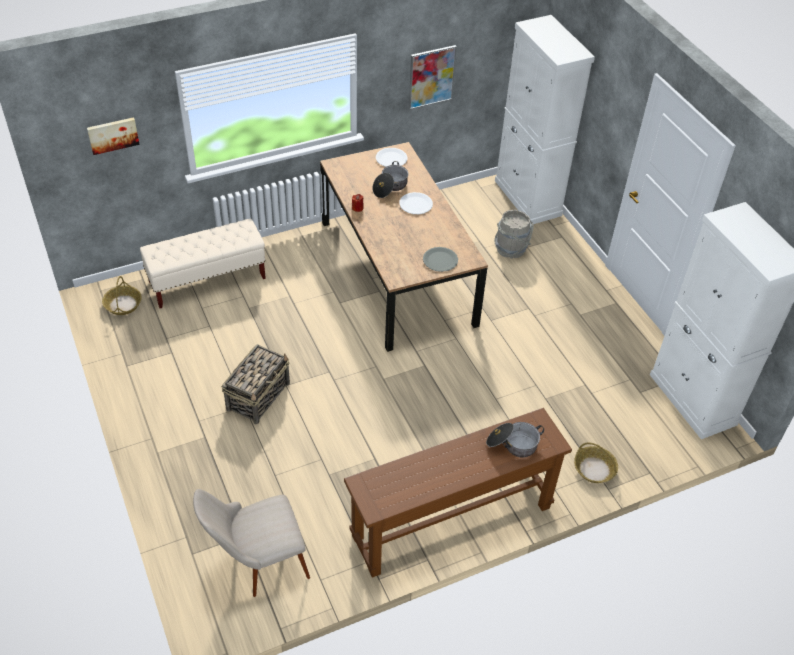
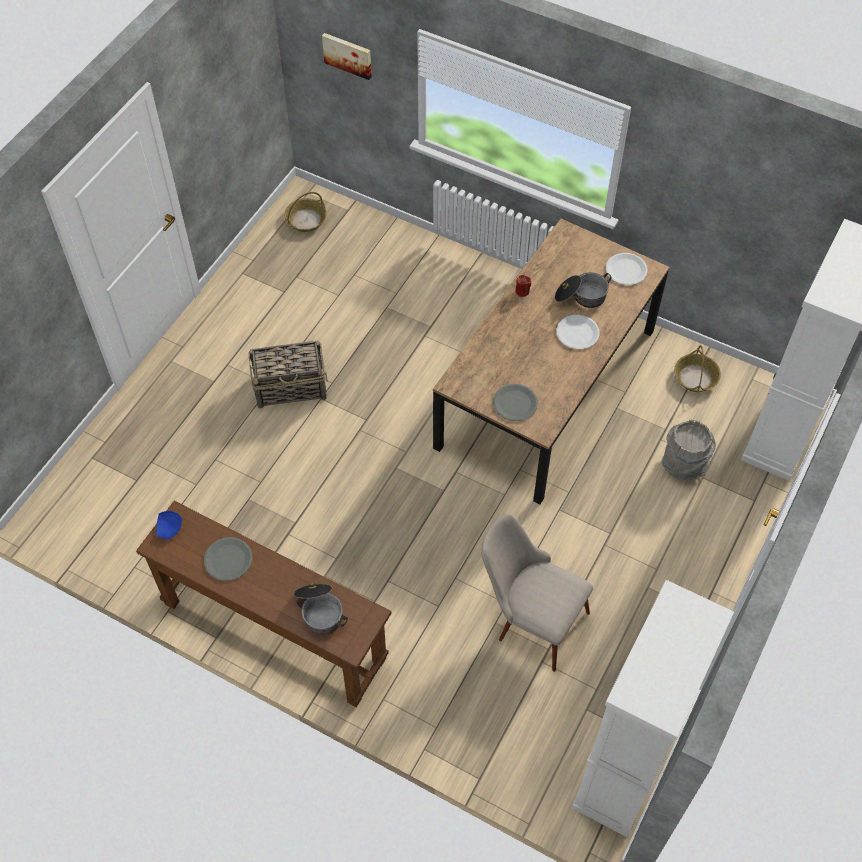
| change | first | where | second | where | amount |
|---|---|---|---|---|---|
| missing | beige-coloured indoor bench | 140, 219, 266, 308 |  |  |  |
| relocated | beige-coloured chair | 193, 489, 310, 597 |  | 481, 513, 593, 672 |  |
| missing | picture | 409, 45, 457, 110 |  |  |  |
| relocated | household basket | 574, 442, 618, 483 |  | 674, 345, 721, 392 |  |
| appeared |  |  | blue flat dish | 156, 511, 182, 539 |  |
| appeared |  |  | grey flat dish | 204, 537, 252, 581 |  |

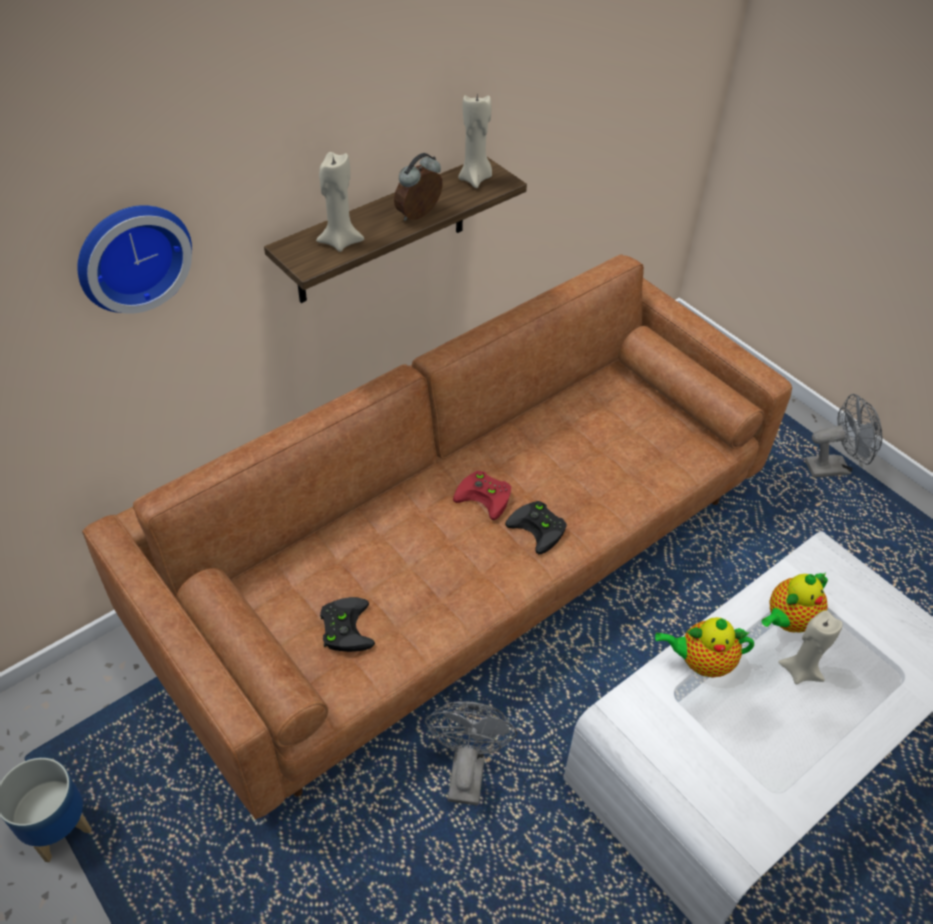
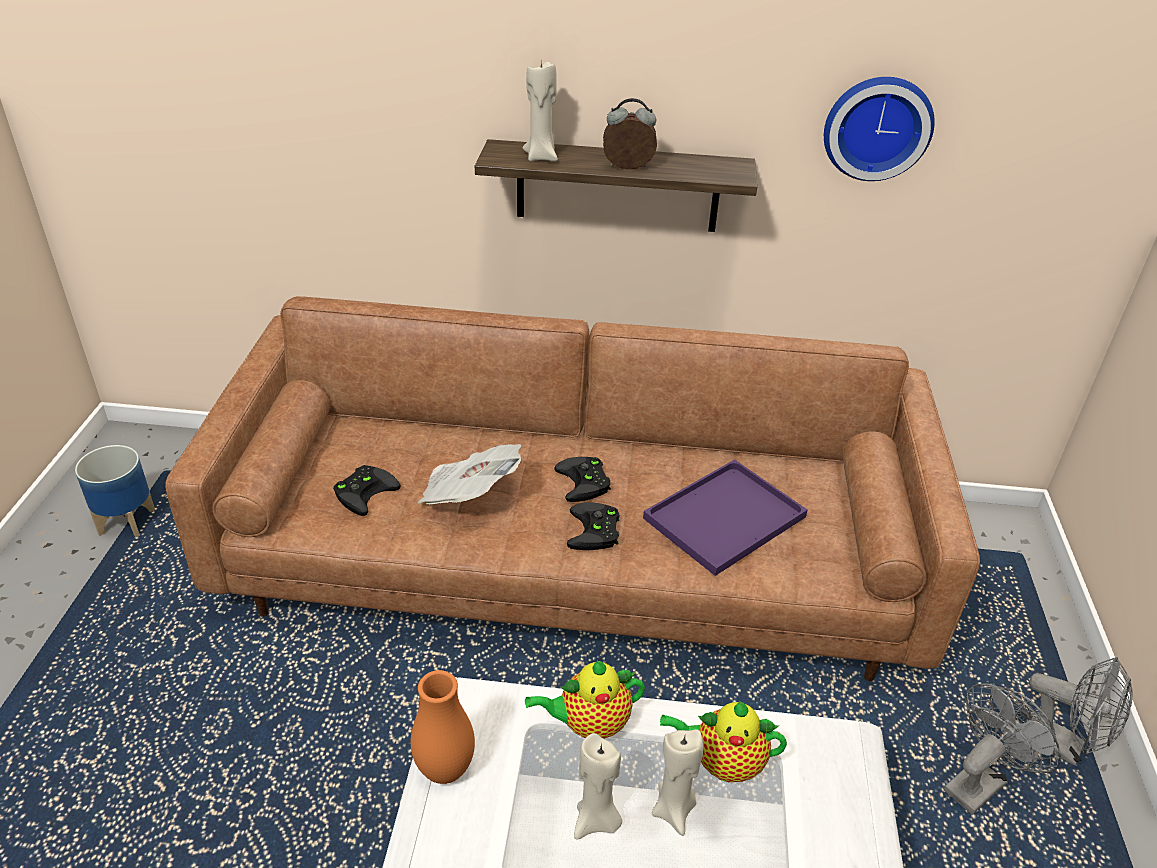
| change | first | where | second | where | amount |
|---|---|---|---|---|---|
| relocated | clock on the wall | 77, 205, 192, 314 |  | 824, 77, 935, 181 |  |
| relocated | grey cooling fan | 425, 701, 518, 805 |  | 943, 684, 1061, 815 |  |
| colour | red game controller | 453, 471, 511, 520 | blackish game controller | 554, 457, 611, 502 |  |
| relocated | beige-coloured wax candle | 458, 92, 492, 188 |  | 574, 733, 622, 840 |  |
| spun | tea pot | 655, 617, 754, 677 |  | 525, 661, 645, 739 | 60 degrees counterclockwise |
| appeared |  |  | orange decorative vase | 411, 670, 475, 784 |  |
| appeared |  |  | newspaper | 418, 444, 522, 504 |  |
| appeared |  |  | purplish carrying tray | 643, 459, 807, 576 |  |

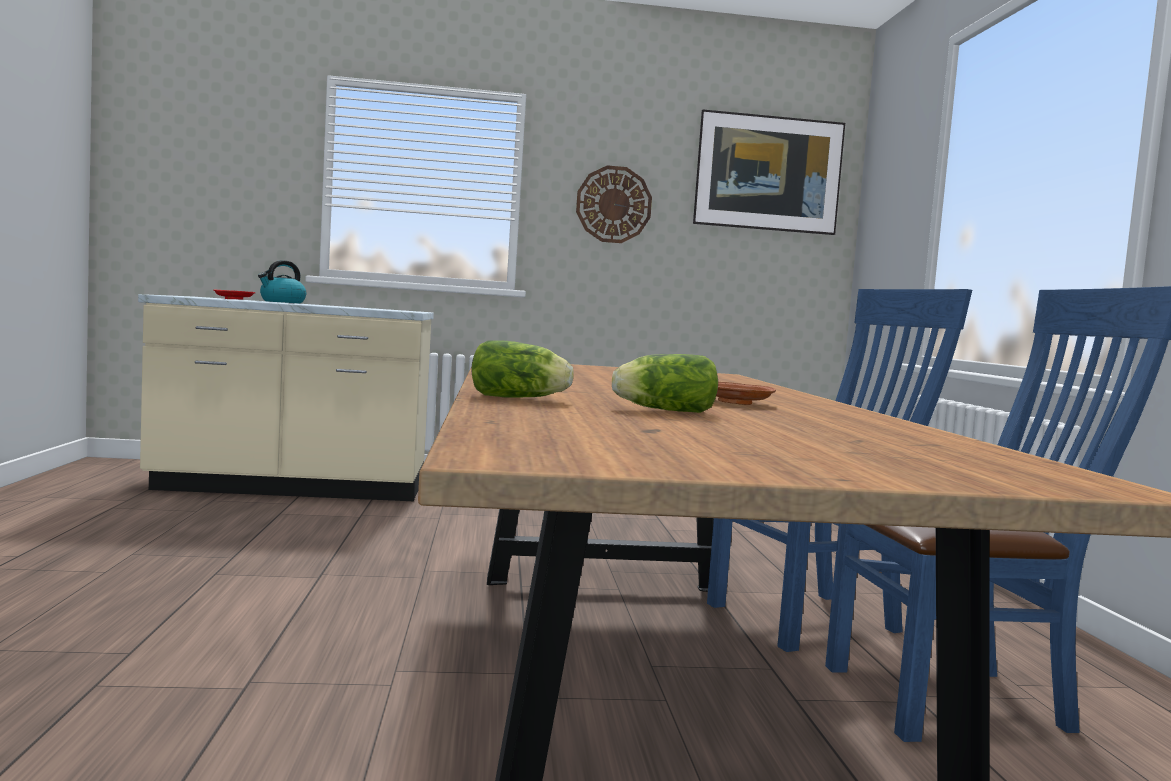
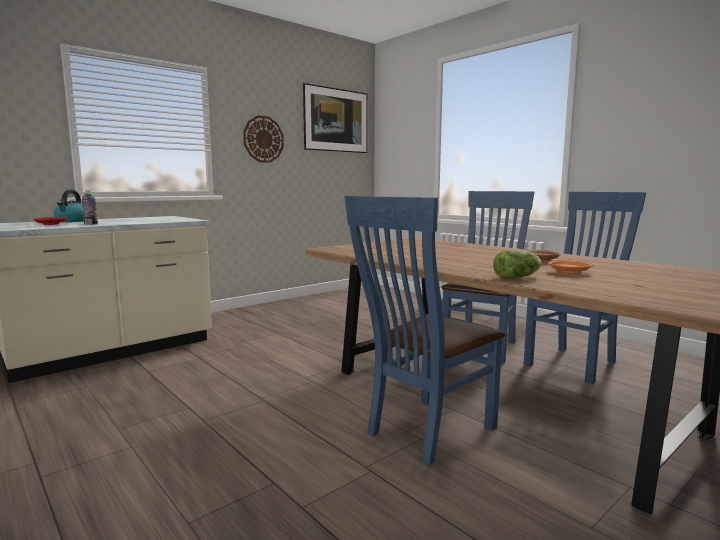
| change | first | where | second | where | amount |
|---|---|---|---|---|---|
| exchanged | head of lettuce | 612, 354, 718, 413 | orange flat dish | 548, 260, 593, 273 |  |
| appeared |  |  | drink bottle | 82, 190, 98, 225 |  |
| appeared |  |  | blue chair | 344, 195, 505, 465 |  |

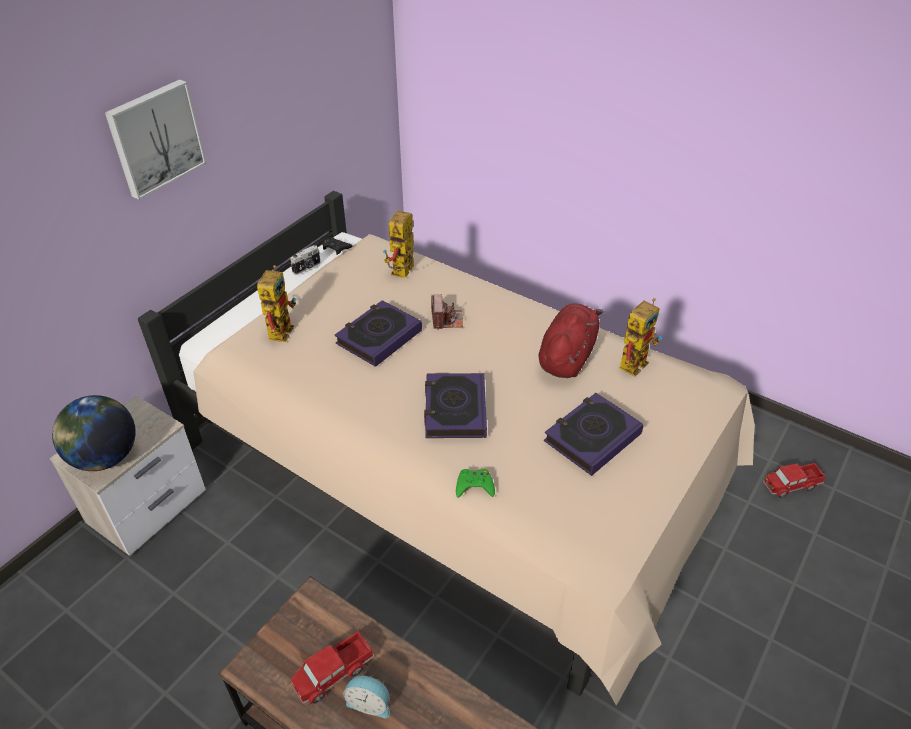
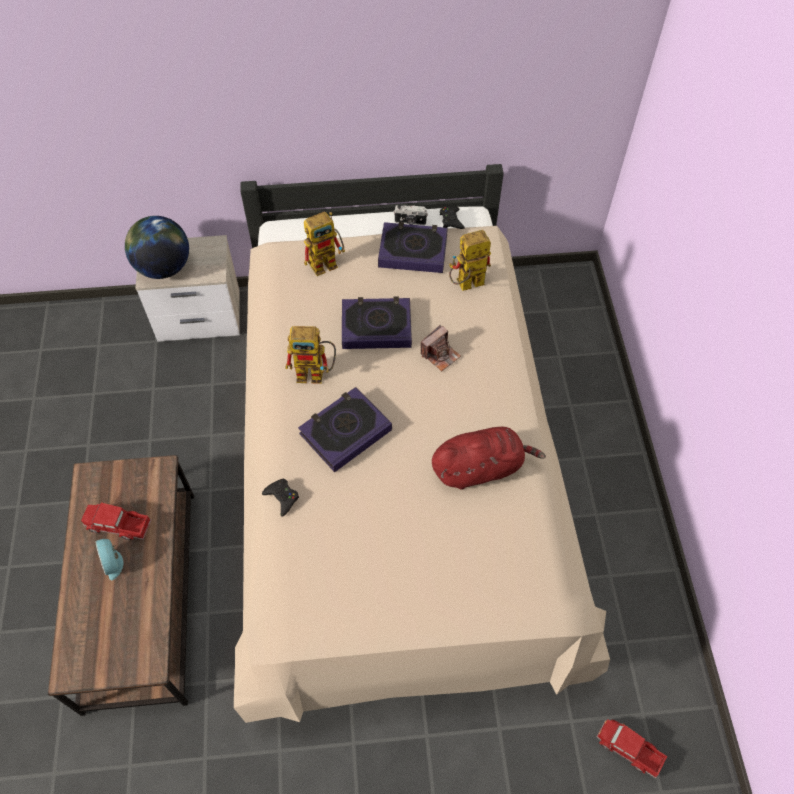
| change | first | where | second | where | amount |
|---|---|---|---|---|---|
| missing | picture | 105, 79, 207, 200 |  |  |  |
| colour | green-coloured game controller | 456, 469, 495, 498 | blackish game controller | 262, 479, 299, 517 |  |
| relocated | bound book | 544, 393, 644, 476 |  | 378, 222, 448, 273 |  |
| relocated | robot figure | 620, 298, 662, 376 |  | 285, 326, 336, 384 |  |

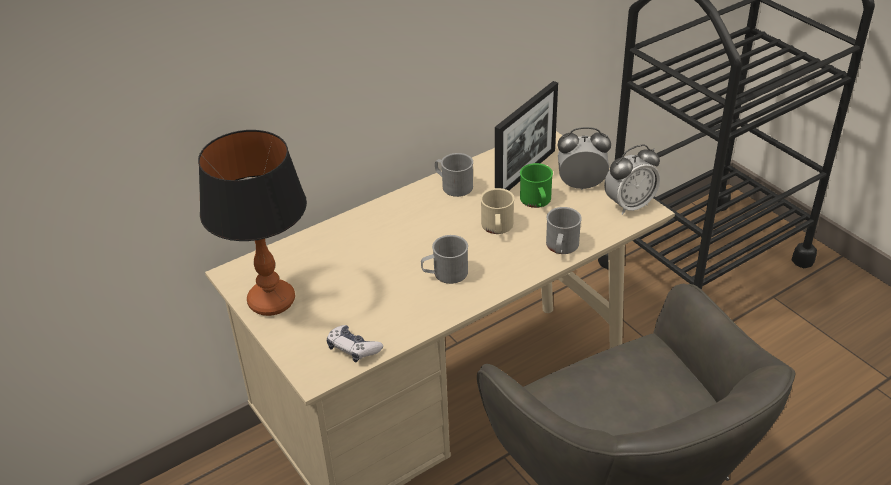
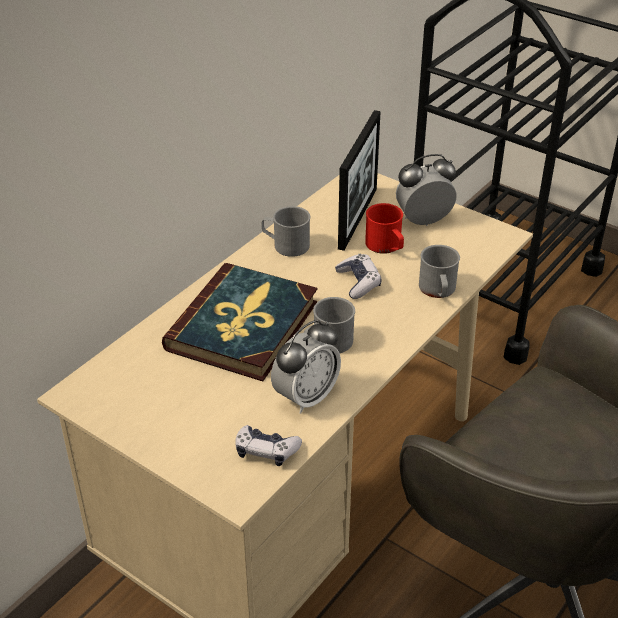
| change | first | where | second | where | amount |
|---|---|---|---|---|---|
| missing | lamp for a table | 198, 130, 307, 316 |  |  |  |
| exchanged | beige-coloured tea mug | 480, 188, 514, 234 | game controller | 335, 254, 381, 299 |  |
| colour | green-coloured tea mug | 520, 163, 553, 208 | red tea mug | 365, 203, 404, 254 |  |
| relocated | alarm clock | 604, 145, 660, 215 |  | 271, 320, 341, 414 |  |
| appeared |  |  | bound book | 162, 263, 317, 381 |  |

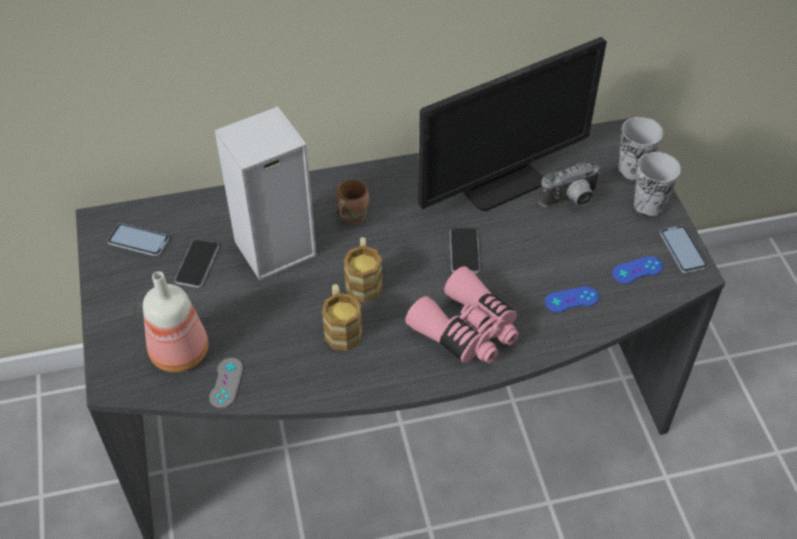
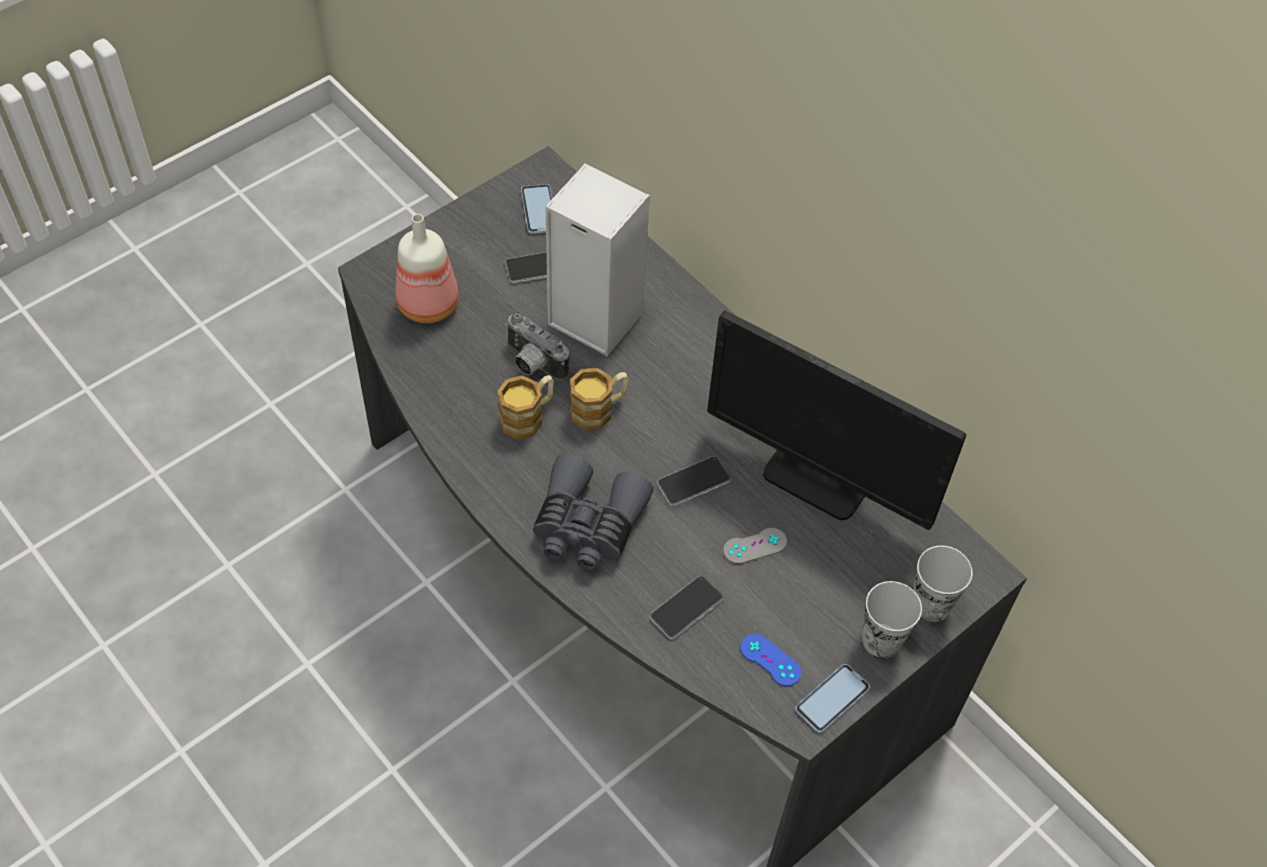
| change | first | where | second | where | amount |
|---|---|---|---|---|---|
| relocated | grey game controller | 209, 358, 243, 408 |  | 723, 528, 787, 564 |  |
| missing | brown-coloured tea mug | 336, 179, 369, 224 |  |  |  |
| colour | pinkish field glasses | 405, 266, 519, 363 | grey field glasses | 533, 454, 653, 571 |  |
| relocated | still camera | 539, 162, 601, 207 |  | 506, 311, 570, 380 |  |
| exchanged | blue game controller | 545, 286, 599, 313 | phone | 649, 575, 724, 639 |  |

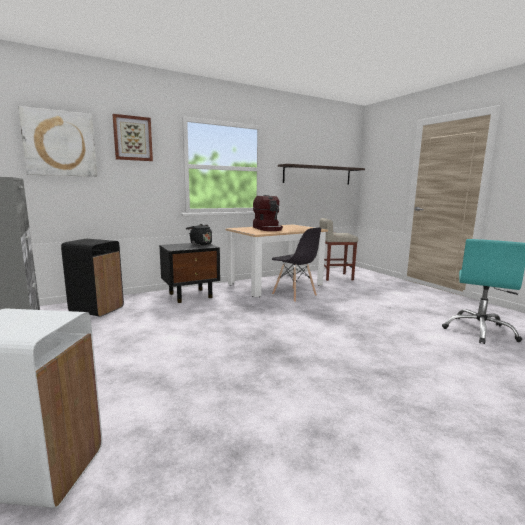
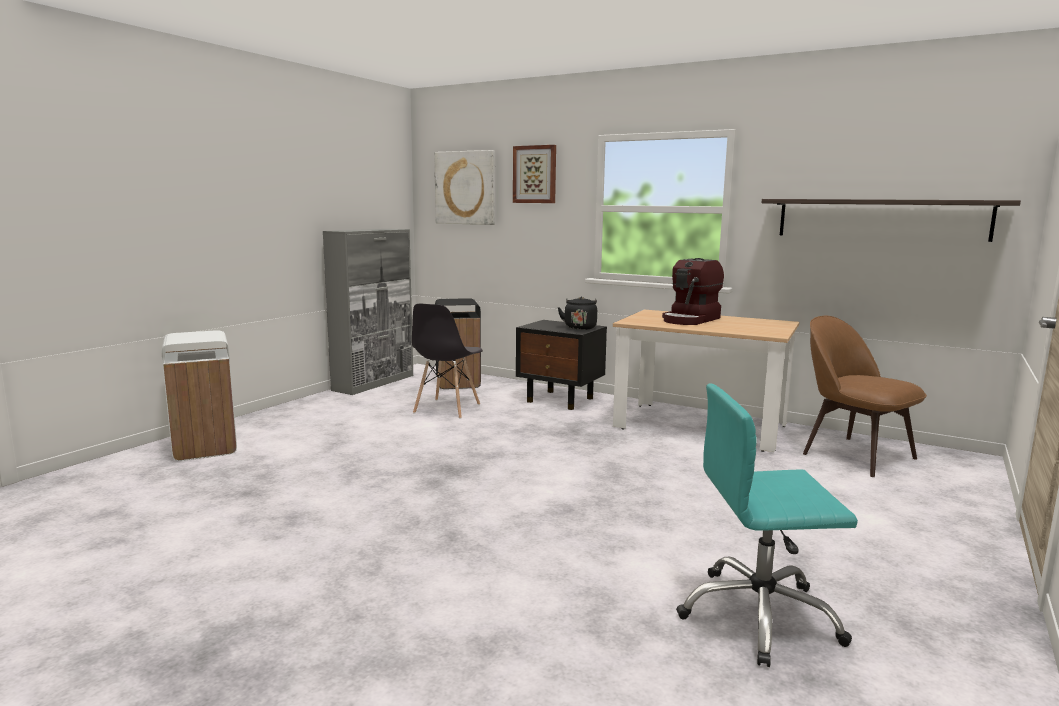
| change | first | where | second | where | amount |
|---|---|---|---|---|---|
| relocated | grey chair | 272, 228, 321, 302 |  | 412, 304, 483, 419 |  |
| exchanged | beige-coloured stool seat | 319, 218, 359, 281 | brown-coloured chair | 803, 316, 927, 477 |  |

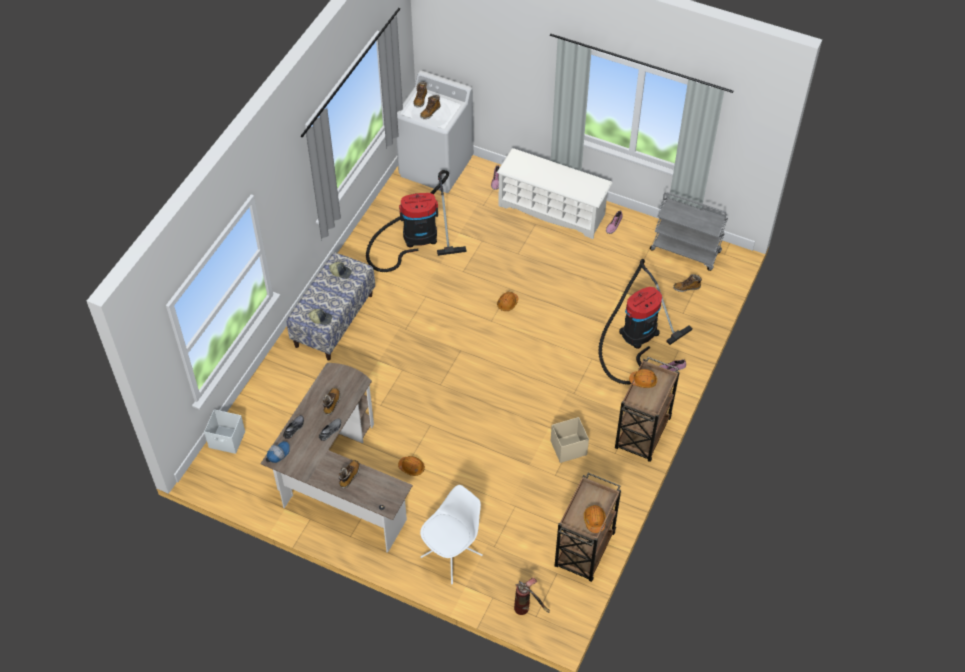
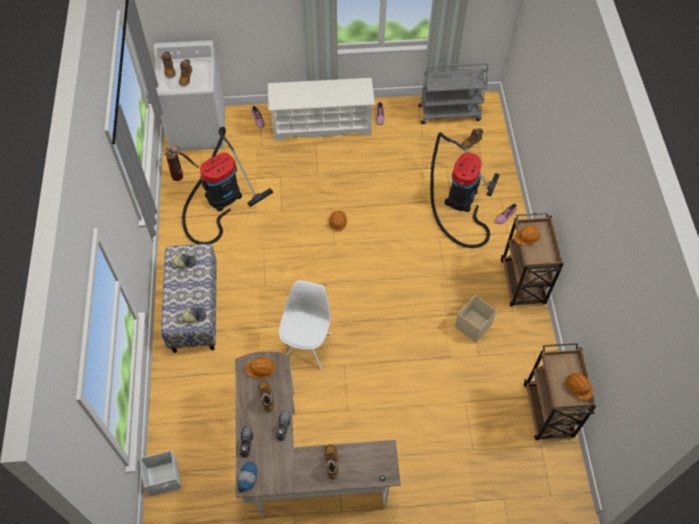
| change | first | where | second | where | amount |
|---|---|---|---|---|---|
| relocated | orange work helmet | 398, 456, 425, 476 |  | 245, 357, 275, 378 |  |
| relocated | whitish chair | 420, 485, 483, 584 |  | 279, 280, 332, 369 |  |
| relocated | fire-fighting cylinder | 514, 578, 550, 615 |  | 164, 145, 199, 181 |  |

